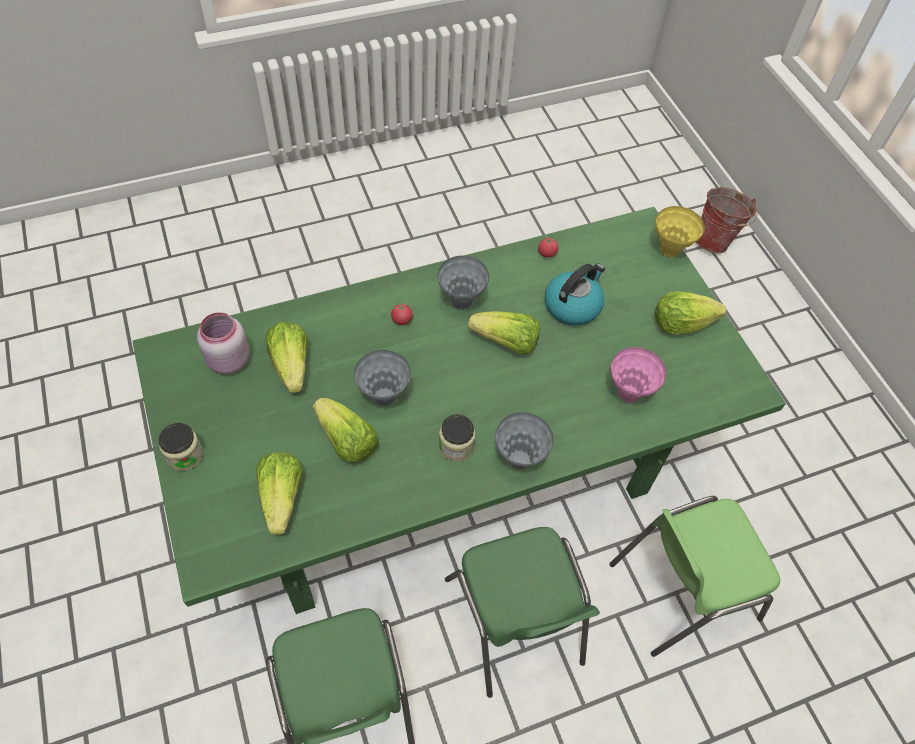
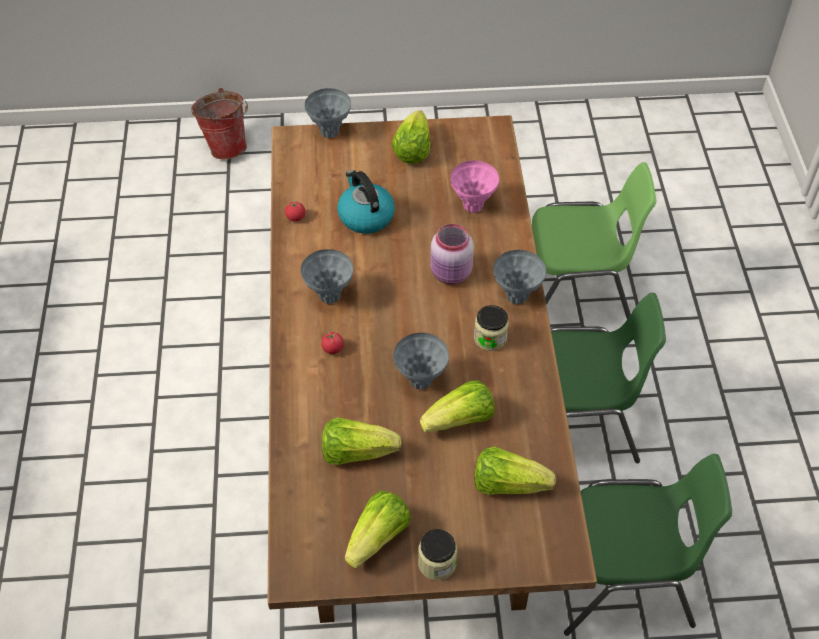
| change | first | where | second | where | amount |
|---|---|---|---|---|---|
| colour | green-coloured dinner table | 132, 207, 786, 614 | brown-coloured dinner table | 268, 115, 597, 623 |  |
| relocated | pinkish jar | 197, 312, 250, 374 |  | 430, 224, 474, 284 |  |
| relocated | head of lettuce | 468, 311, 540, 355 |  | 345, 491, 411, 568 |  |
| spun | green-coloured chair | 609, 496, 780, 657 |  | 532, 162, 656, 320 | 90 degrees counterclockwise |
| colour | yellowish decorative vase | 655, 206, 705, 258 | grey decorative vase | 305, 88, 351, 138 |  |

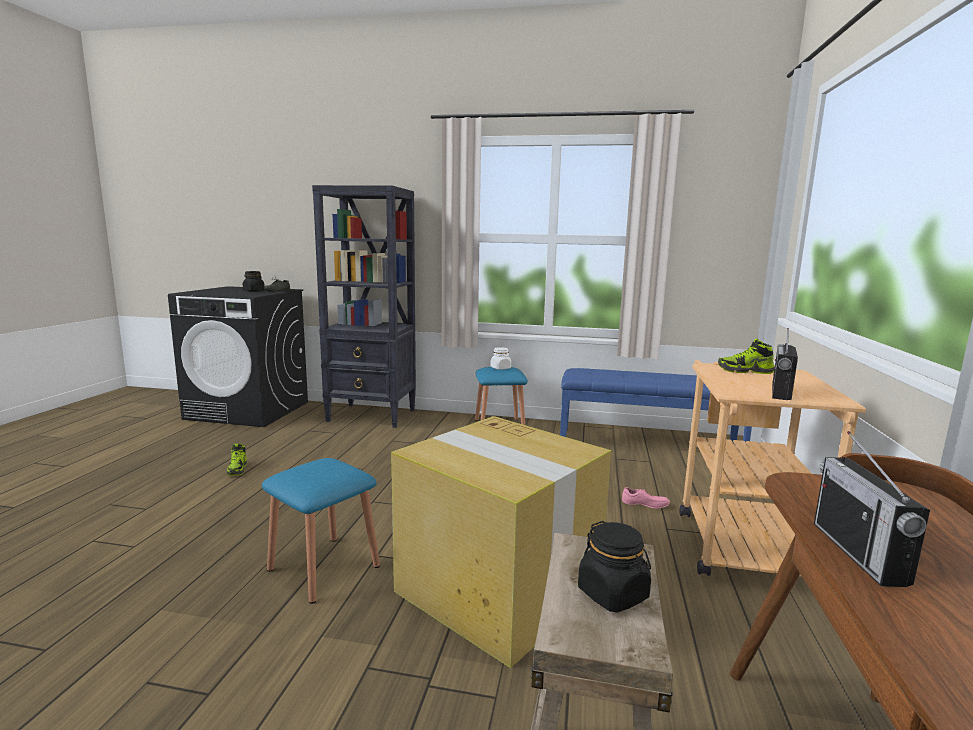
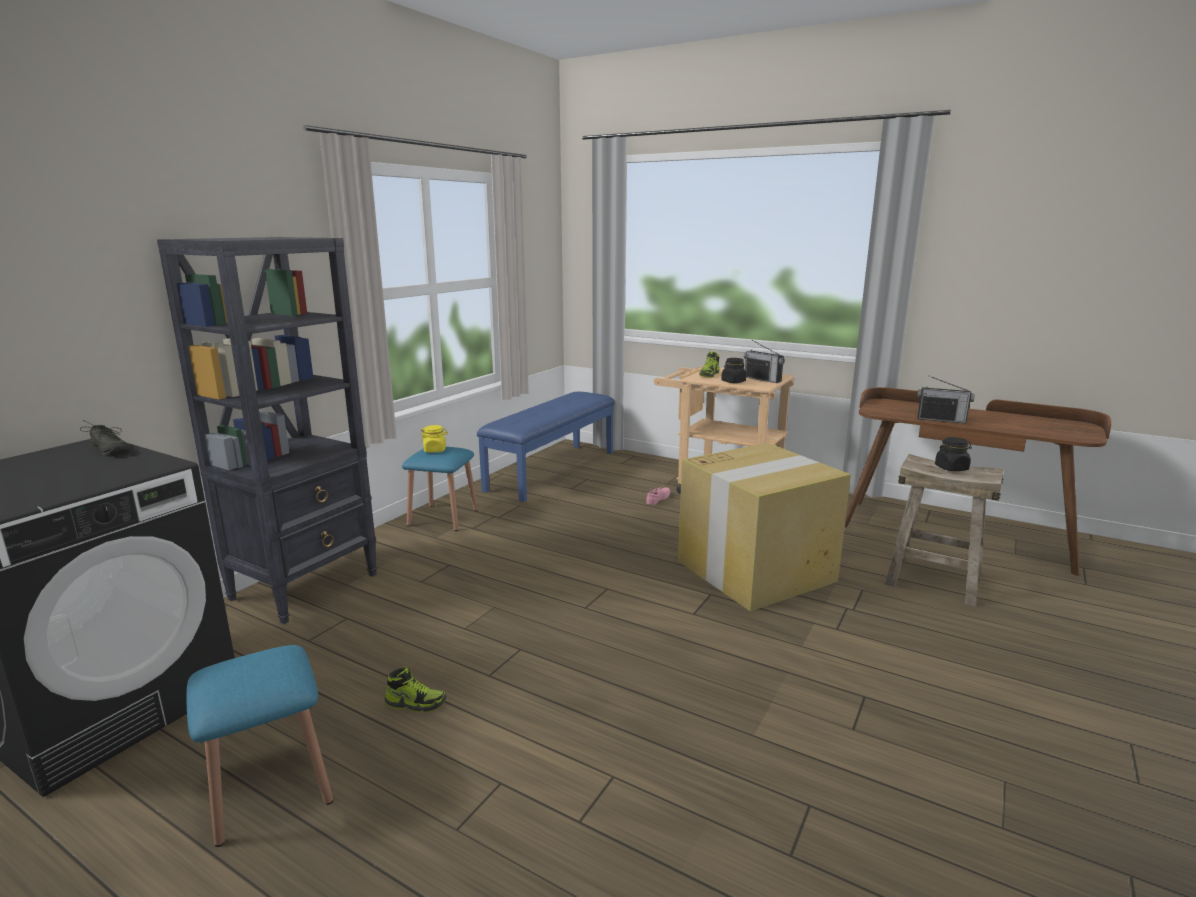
| change | first | where | second | where | amount |
|---|---|---|---|---|---|
| relocated | blackish jar | 243, 271, 265, 292 |  | 721, 358, 746, 383 |  |
| relocated | blue stool seat | 262, 458, 380, 604 |  | 187, 645, 333, 847 |  |
| colour | whitish jar | 491, 347, 511, 370 | yellowish jar | 421, 425, 448, 452 |  |

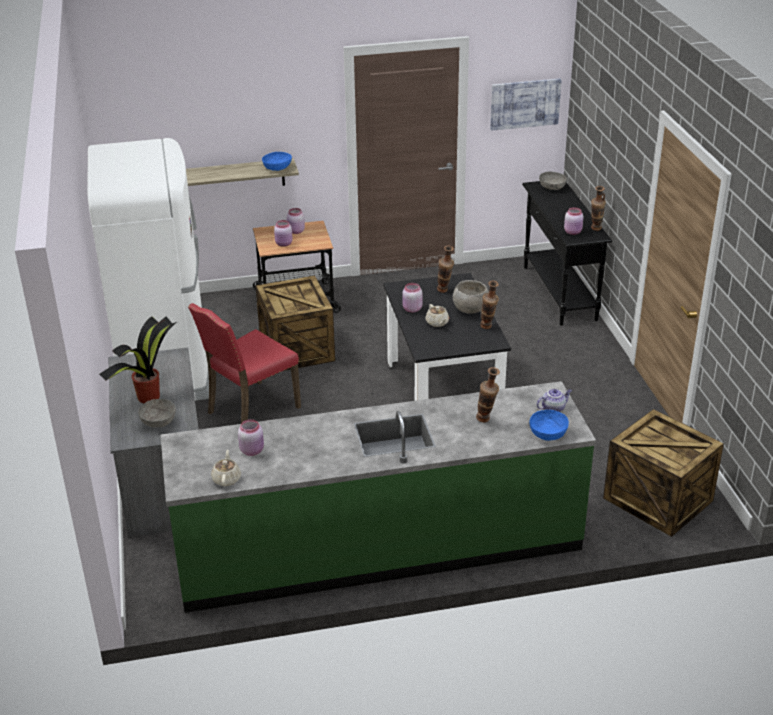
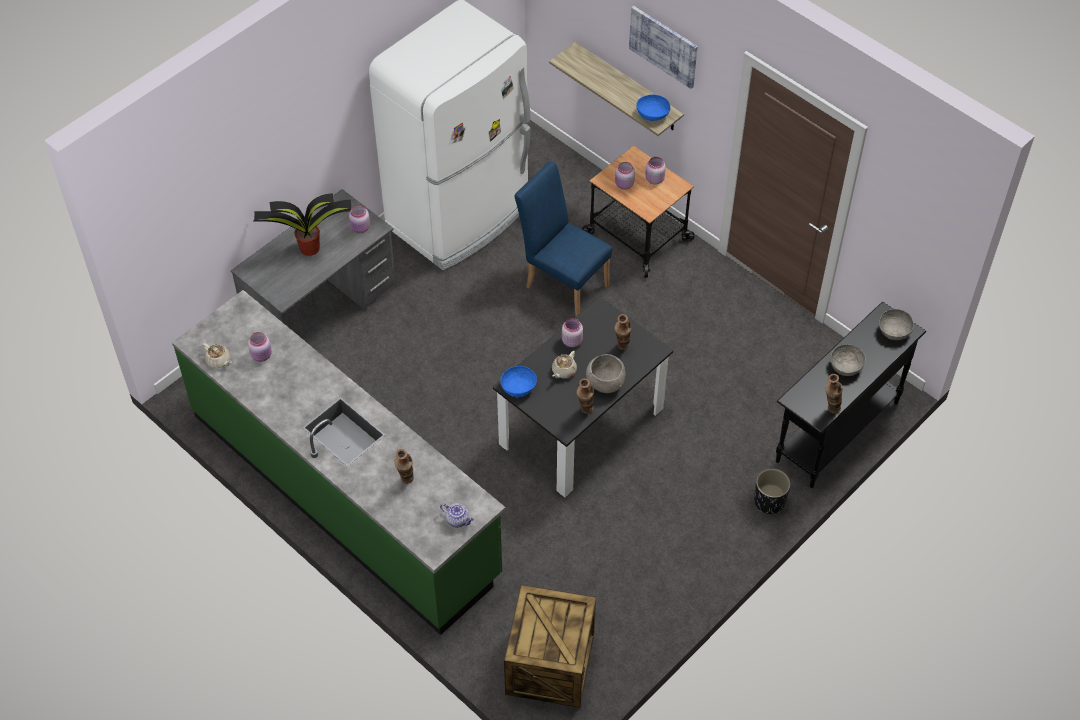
| change | first | where | second | where | amount |
|---|---|---|---|---|---|
| relocated | grey bowl | 138, 399, 176, 428 |  | 830, 344, 866, 376 |  |
| missing | red chair | 188, 303, 301, 423 |  |  |  |
| spun | beige-coloured tea pot | 211, 450, 241, 486 |  | 203, 343, 232, 368 | 75 degrees clockwise |
| exchanged | packing crate | 255, 275, 335, 371 | blue chair | 514, 161, 612, 316 |  |
| relocated | picture | 490, 78, 561, 131 |  | 629, 6, 698, 89 |  |
| relocated | blue bowl | 529, 410, 569, 441 |  | 501, 366, 537, 397 |  |
| relocated | pinkish jar | 564, 207, 583, 235 |  | 349, 205, 370, 233 |  |
| appeared |  |  | blackish plant pot | 754, 469, 790, 514 |  |

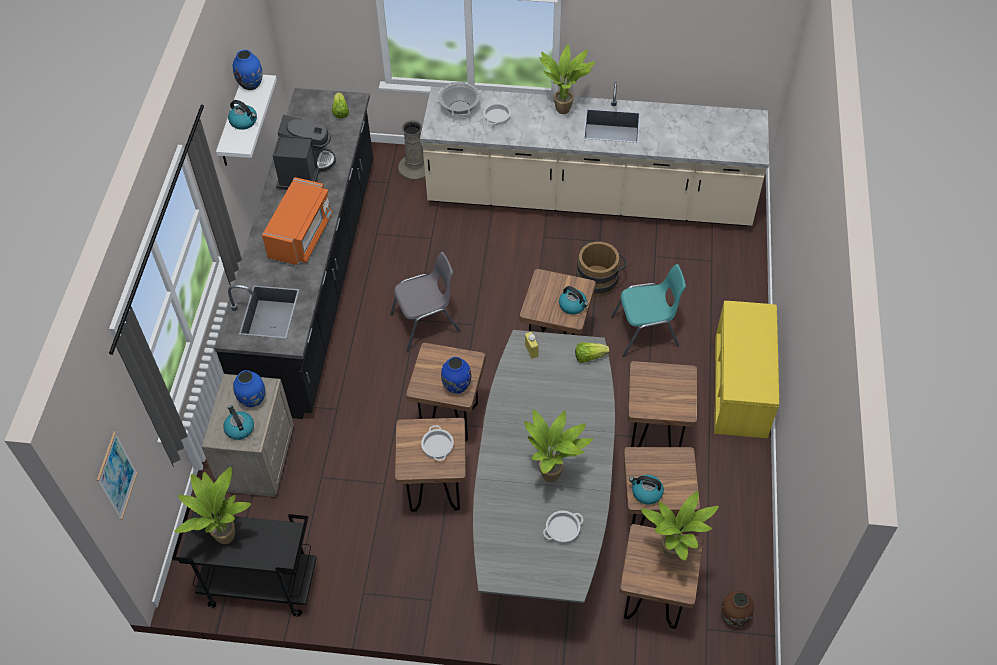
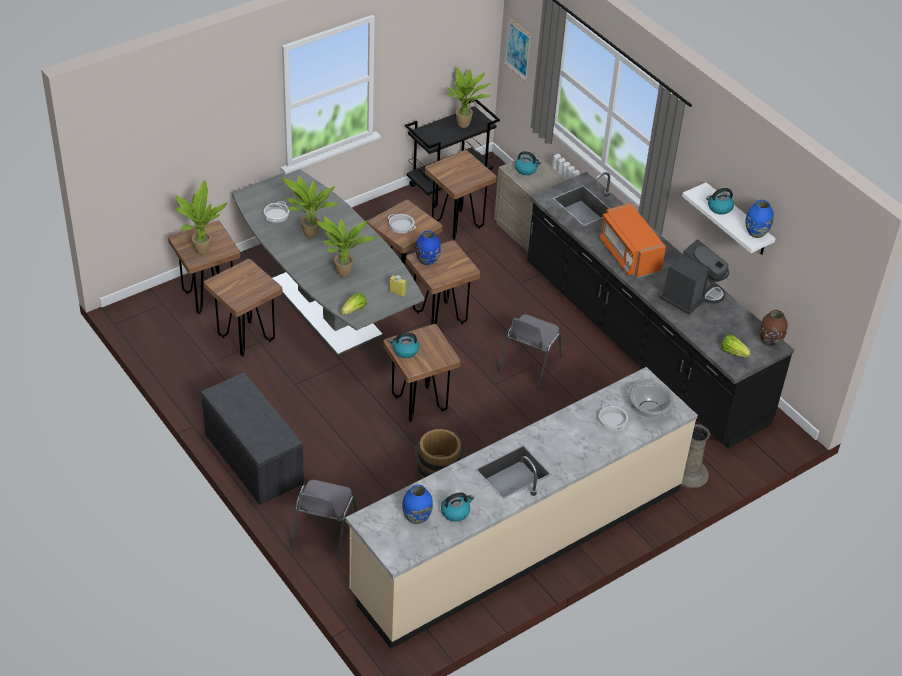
| change | first | where | second | where | amount |
|---|---|---|---|---|---|
| relocated | blue decorative vase | 233, 370, 265, 407 |  | 403, 485, 433, 524 |  |
| spun | coffee maker | 273, 115, 336, 190 |  | 659, 239, 729, 315 | 105 degrees counterclockwise |
| relocated | houseplant | 539, 44, 595, 114 |  | 316, 216, 376, 277 |  |
| missing | turquoise chair | 611, 264, 686, 357 |  |  |  |
| relocated | brown-coloured stool seat | 628, 361, 697, 447 |  | 425, 150, 497, 240 |  |
| relocated | water kettle | 629, 475, 664, 505 |  | 441, 492, 474, 522 |  |
| colour | yellowish indoor bench | 714, 301, 779, 439 | grey indoor bench | 201, 373, 304, 505 |  |
| relocated | brown-coloured decorative vase | 721, 591, 754, 627 |  | 760, 310, 788, 347 |  |
| appeared |  |  | grey chair | 292, 480, 357, 561 |  |

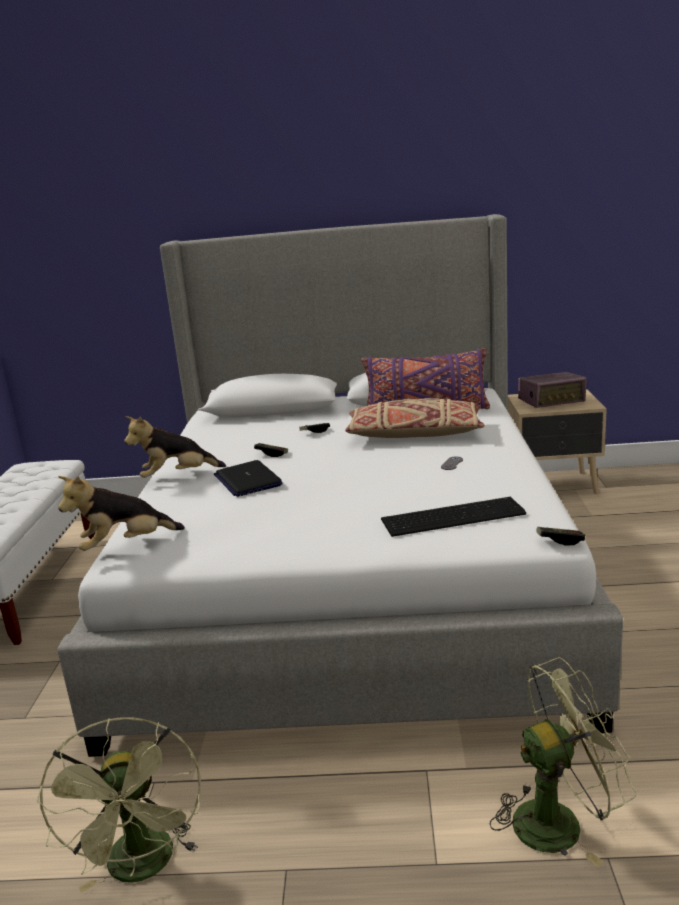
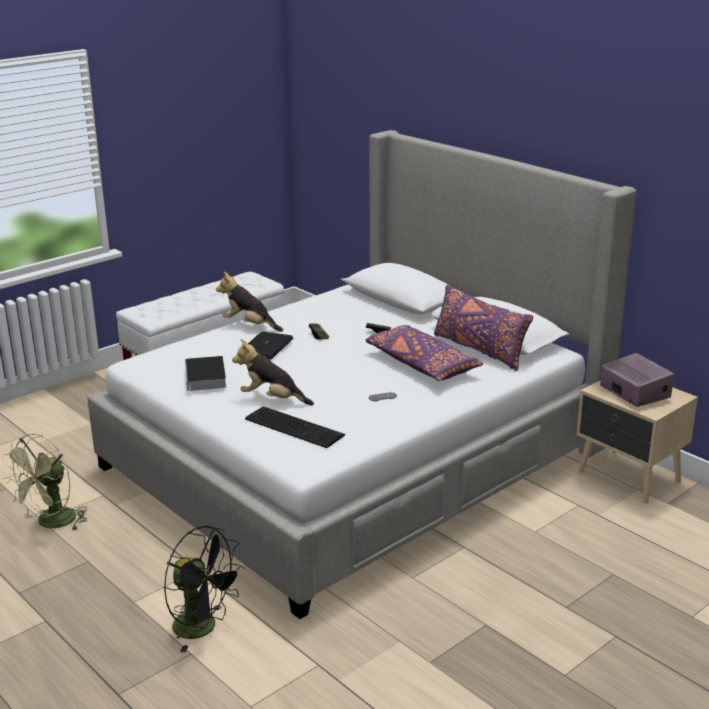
| change | first | where | second | where | amount |
|---|---|---|---|---|---|
| relocated | soft toy | 58, 476, 185, 551 |  | 232, 339, 314, 405 |  |
| colour | beige-coloured pillow | 345, 398, 485, 438 | purplish pillow | 365, 325, 483, 381 |  |
| colour | green-coloured cooling fan | 490, 657, 637, 867 | blackish cooling fan | 164, 526, 244, 652 |  |
| spun | radio receiver | 518, 372, 587, 408 |  | 600, 353, 674, 407 | 150 degrees counterclockwise |
| missing | game controller | 536, 527, 585, 546 |  |  |  |
| appeared |  |  | bound book | 185, 356, 227, 395 |  |

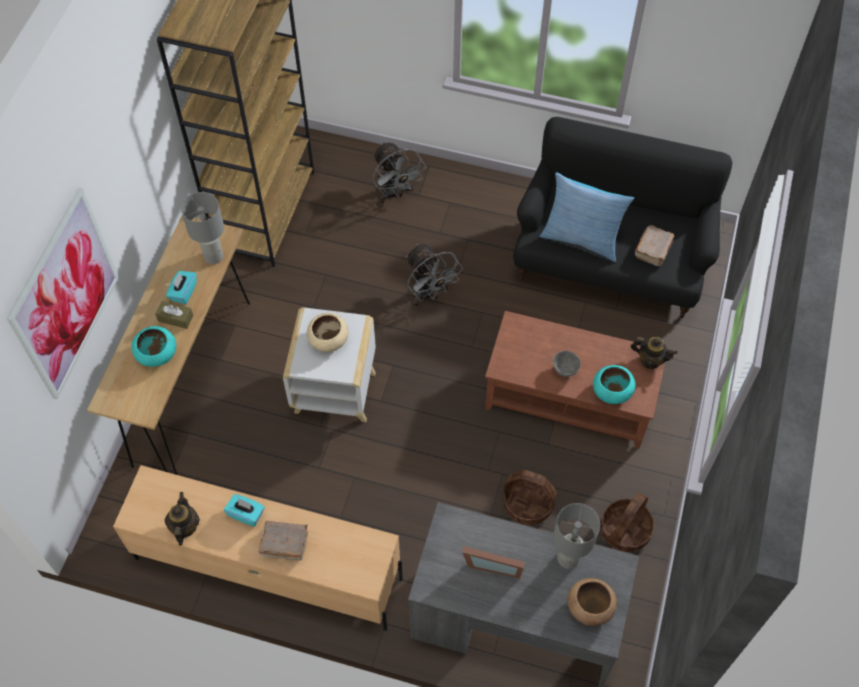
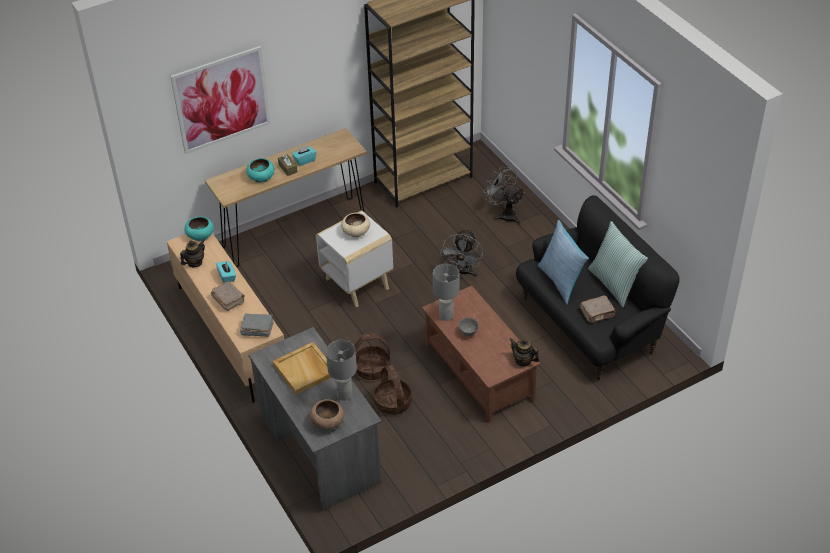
| change | first | where | second | where | amount |
|---|---|---|---|---|---|
| relocated | grey lamp for a table | 181, 192, 224, 264 |  | 433, 264, 459, 321 |  |
| spun | grey cooling fan | 373, 141, 426, 204 |  | 483, 167, 525, 225 | 120 degrees clockwise |
| exchanged | standing frame | 462, 546, 525, 578 | beige-coloured carrying tray | 273, 342, 331, 395 |  |
| relocated | turquoise bowl | 593, 365, 636, 404 |  | 184, 216, 214, 241 |  |
| relocated | household basket | 601, 492, 654, 552 |  | 354, 333, 390, 380 |  |
| spun | tea pot | 631, 337, 678, 369 |  | 509, 338, 539, 367 | 150 degrees clockwise |
| appeared |  |  | grey bound book | 240, 313, 273, 337 |  |
| appeared |  |  | pillow | 588, 221, 648, 307 |  |

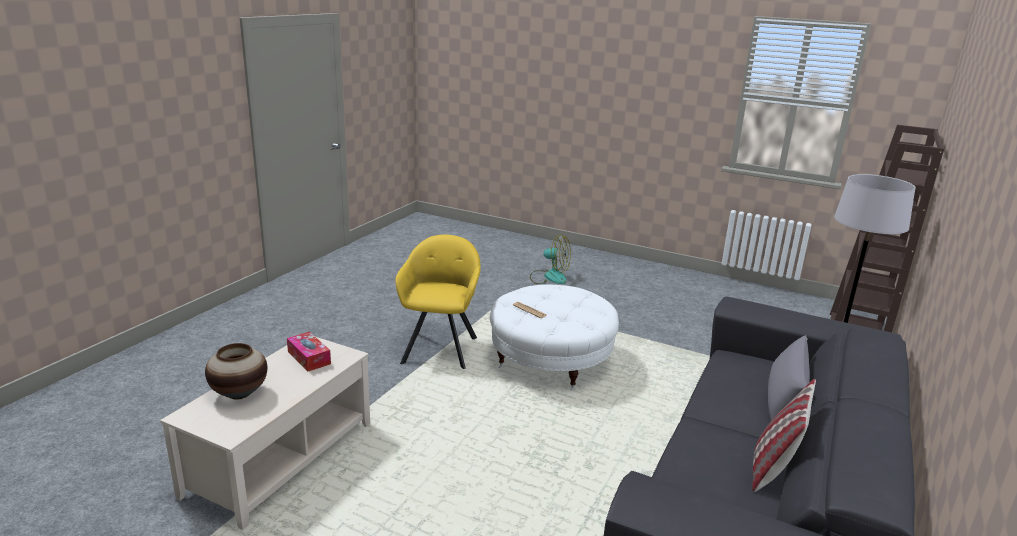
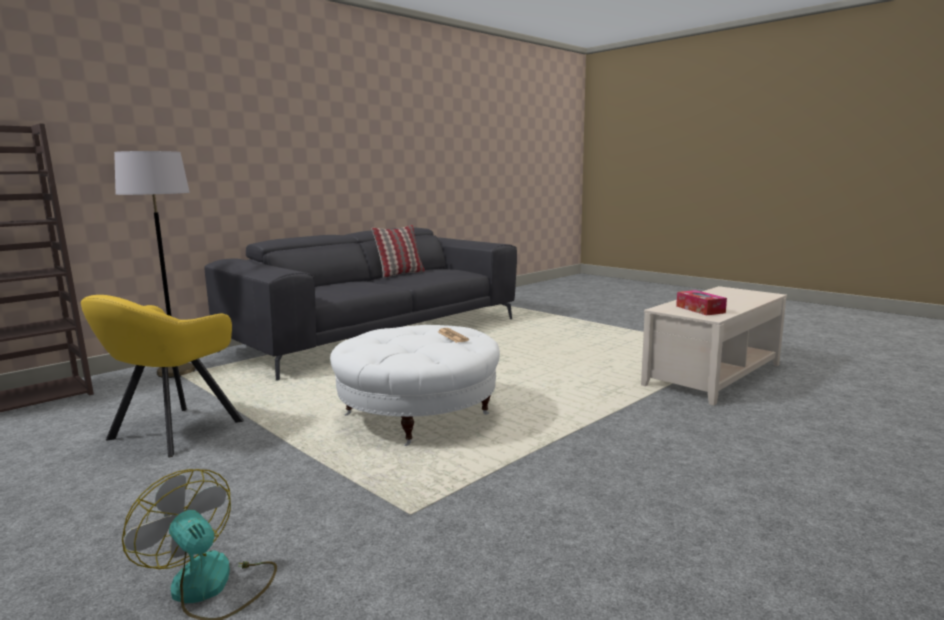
| change | first | where | second | where | amount |
|---|---|---|---|---|---|
| missing | decorative vase | 205, 343, 267, 400 |  |  |  |
| relocated | yellowish easy chair | 395, 235, 481, 369 |  | 81, 295, 244, 457 |  |
| missing | grey pillow | 768, 335, 810, 421 |  |  |  |

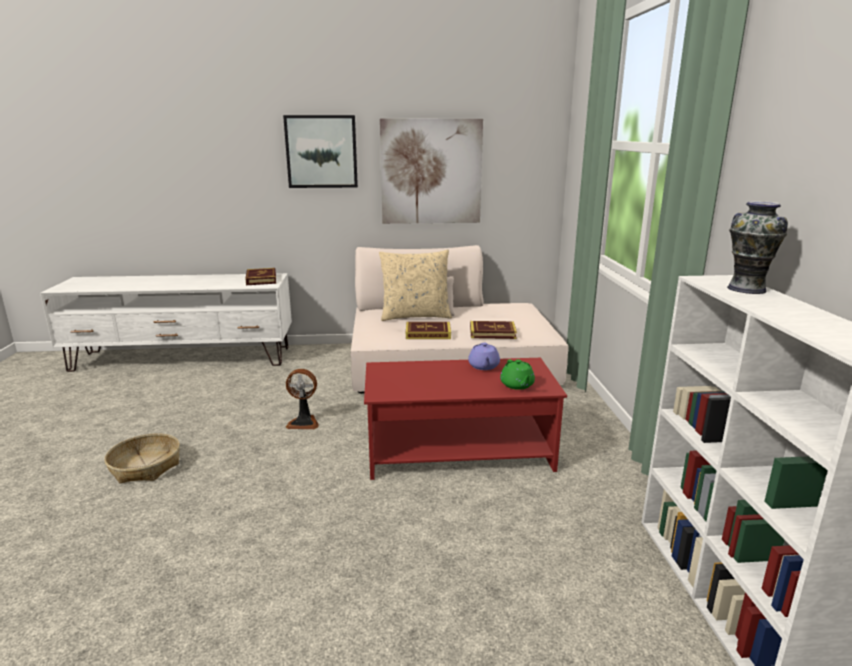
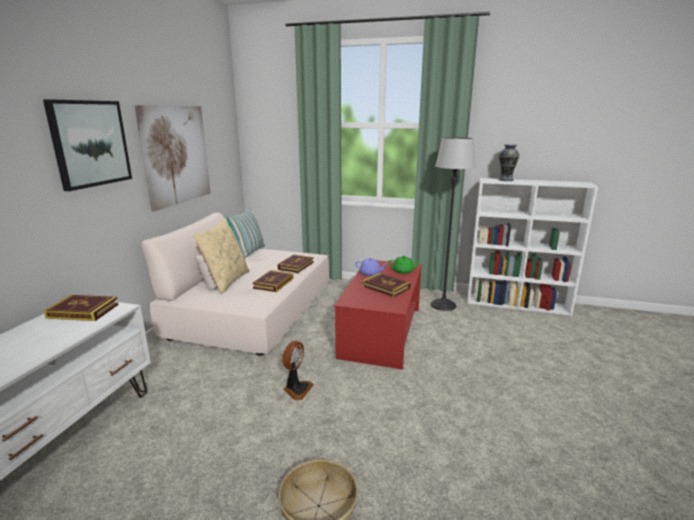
| change | first | where | second | where | amount |
|---|---|---|---|---|---|
| appeared |  |  | pillow | 226, 208, 265, 259 |  |
| appeared |  |  | bound book | 362, 273, 411, 297 |  |
| appeared |  |  | standing lamp | 431, 137, 476, 311 |  |

